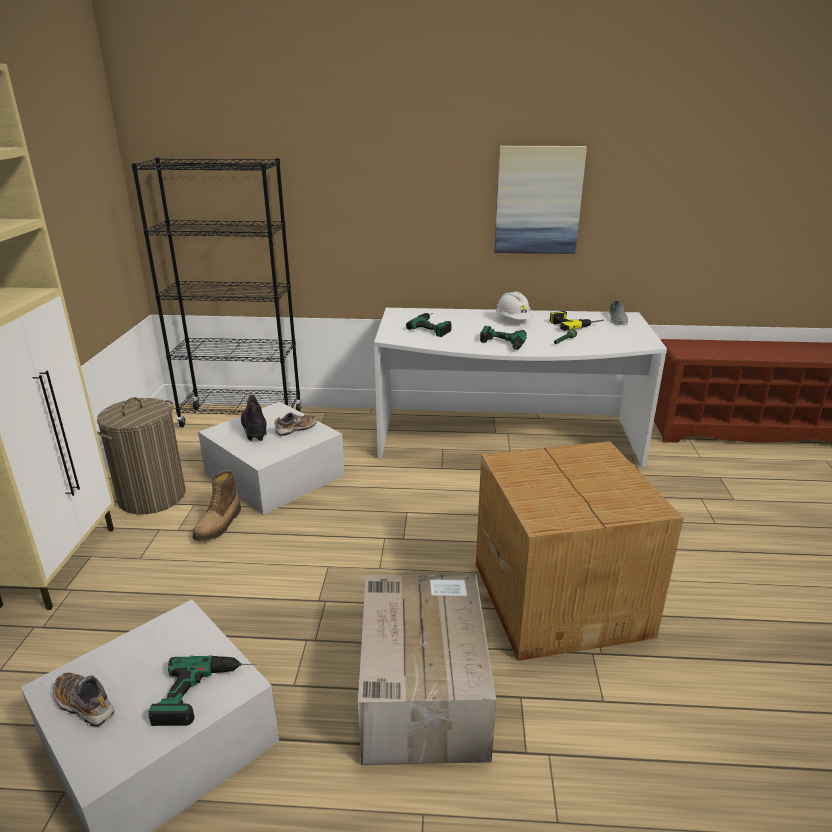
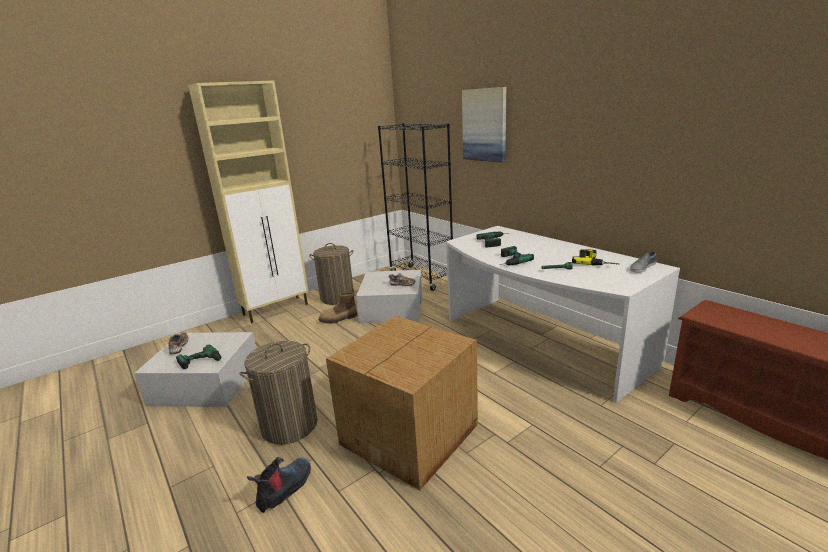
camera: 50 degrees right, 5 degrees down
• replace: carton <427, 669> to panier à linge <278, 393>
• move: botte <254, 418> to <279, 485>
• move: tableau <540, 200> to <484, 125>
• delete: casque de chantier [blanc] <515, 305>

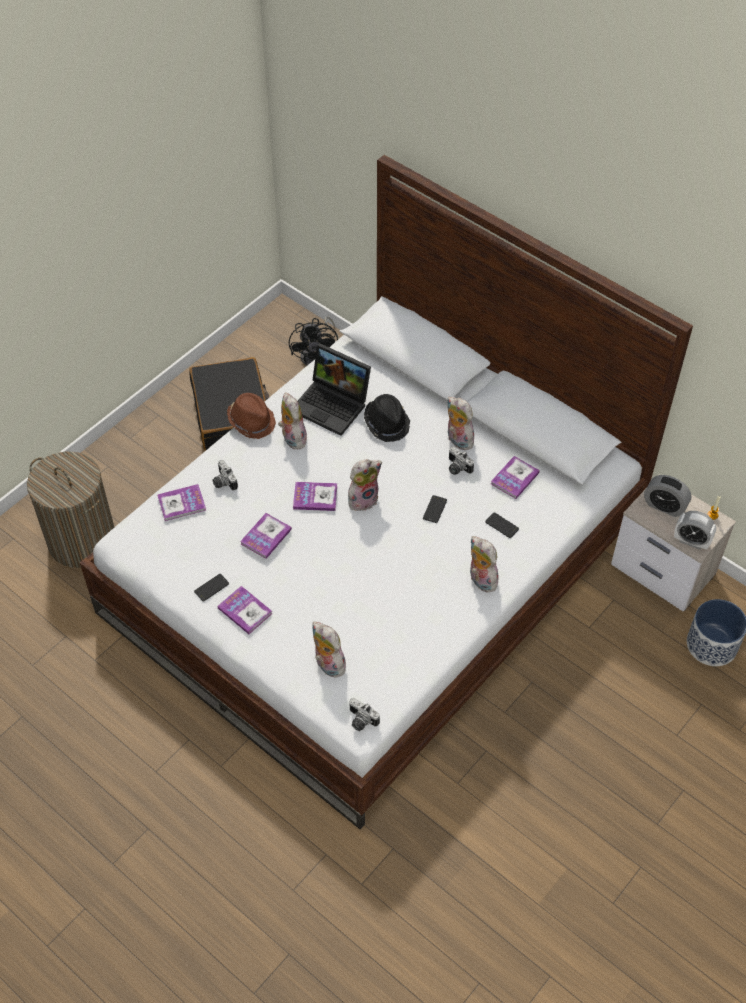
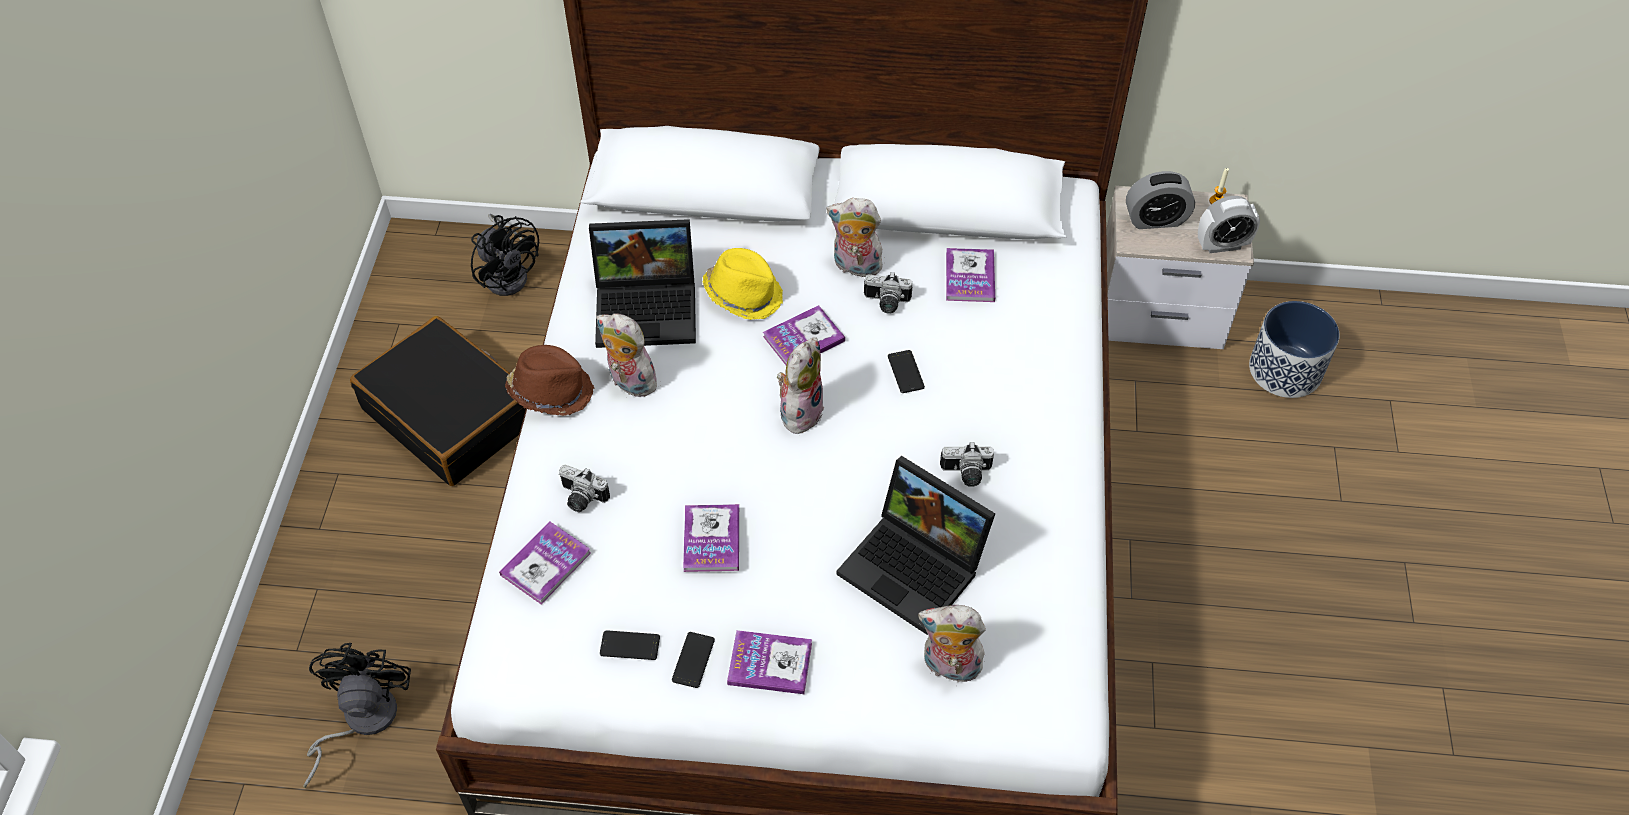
camera: 35 degrees left, 0 degrees up
• replace: panier à linge <70, 509> to ventilateur [noir] <357, 715>
• move: téléphone <502, 525> to <630, 645>
• recolor: chapeau [noir] <387, 418> to chapeau [jaune] <742, 284>
• move: livre <315, 496> to <804, 335>
• insert: ordinateur portable <916, 545>
• move: appareil photo <364, 714> to <967, 464>
• delete: peluche <484, 564>

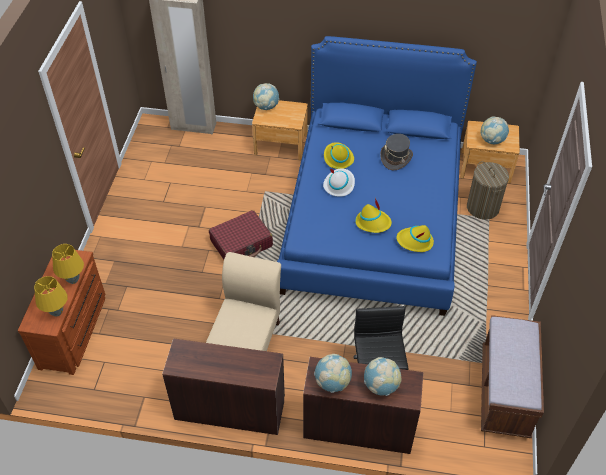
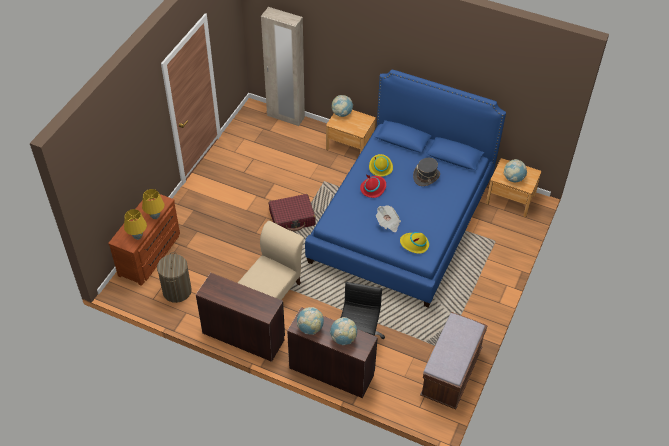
camera: 15 degrees right, 0 degrees up
• move: panier à linge <488, 190> to <174, 277>
• recolor: chapeau [blanc] <339, 183> to chapeau [rouge] <373, 186>
• replace: chapeau [jaune] <373, 215> to journal <388, 218>

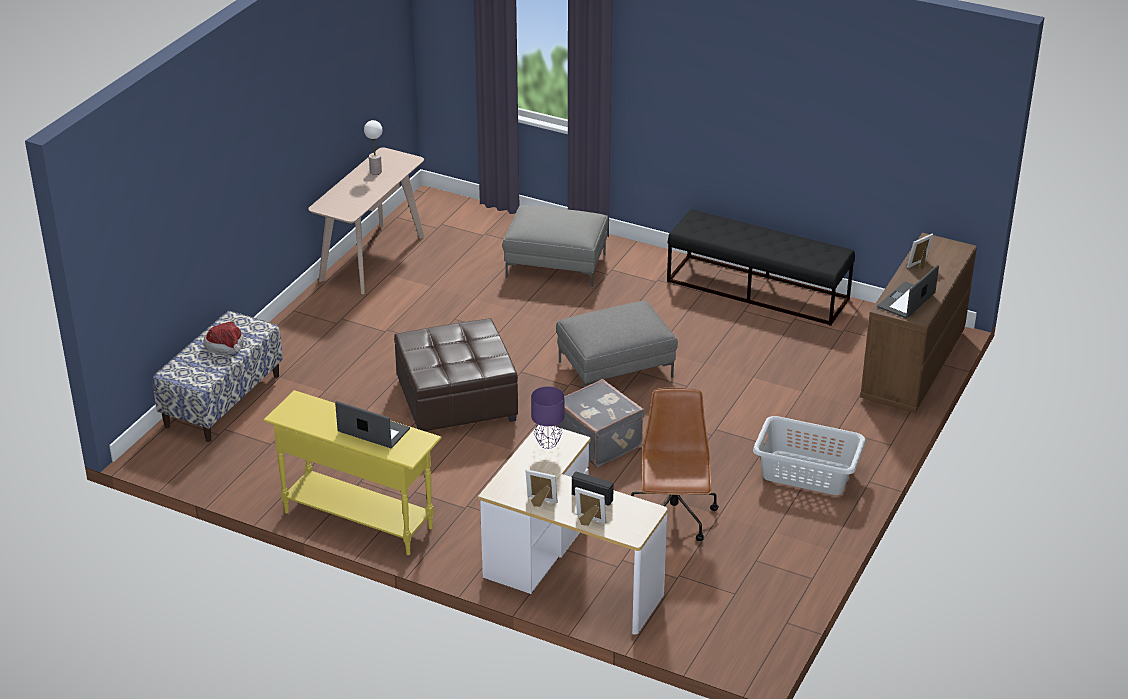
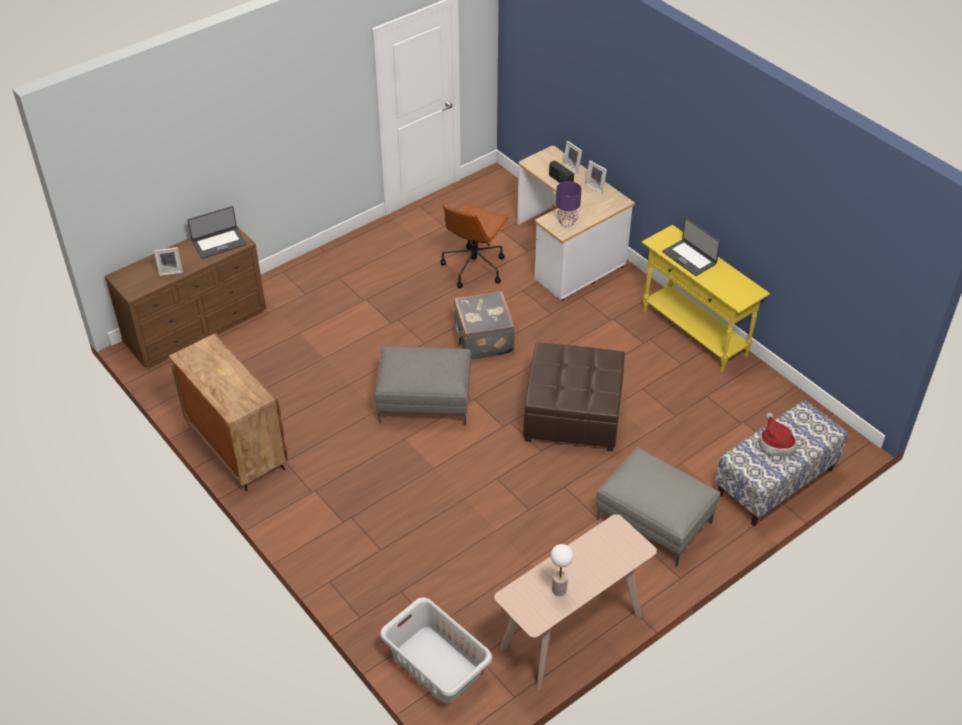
camera: 155 degrees left, 10 degrees up
• replace: banc [noir] <761, 267> to meuble de rangement [marron] <228, 412>
• move: panier à linge [gris] <809, 455> to <436, 650>
• move: pouf [gris] <555, 246> to <658, 507>

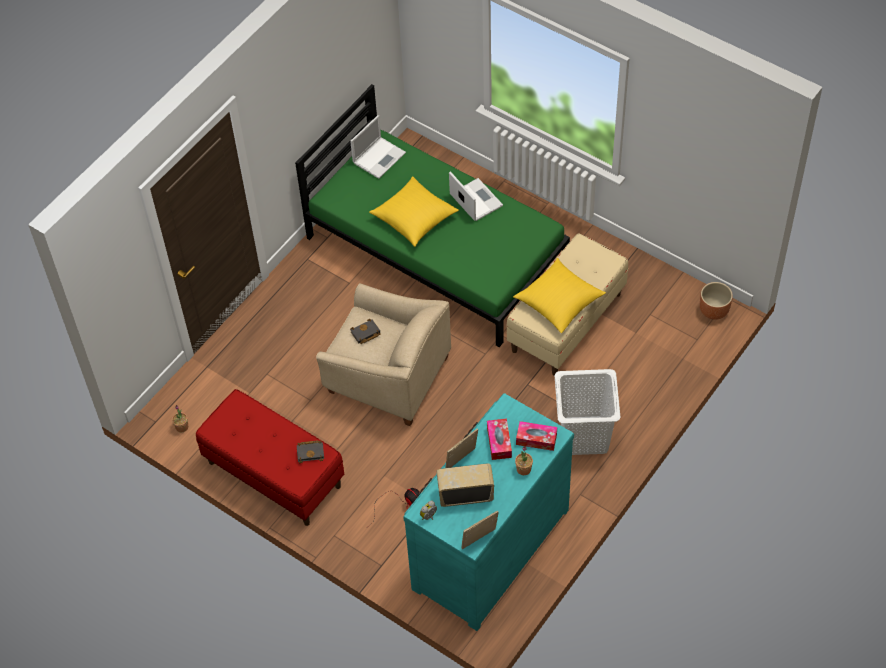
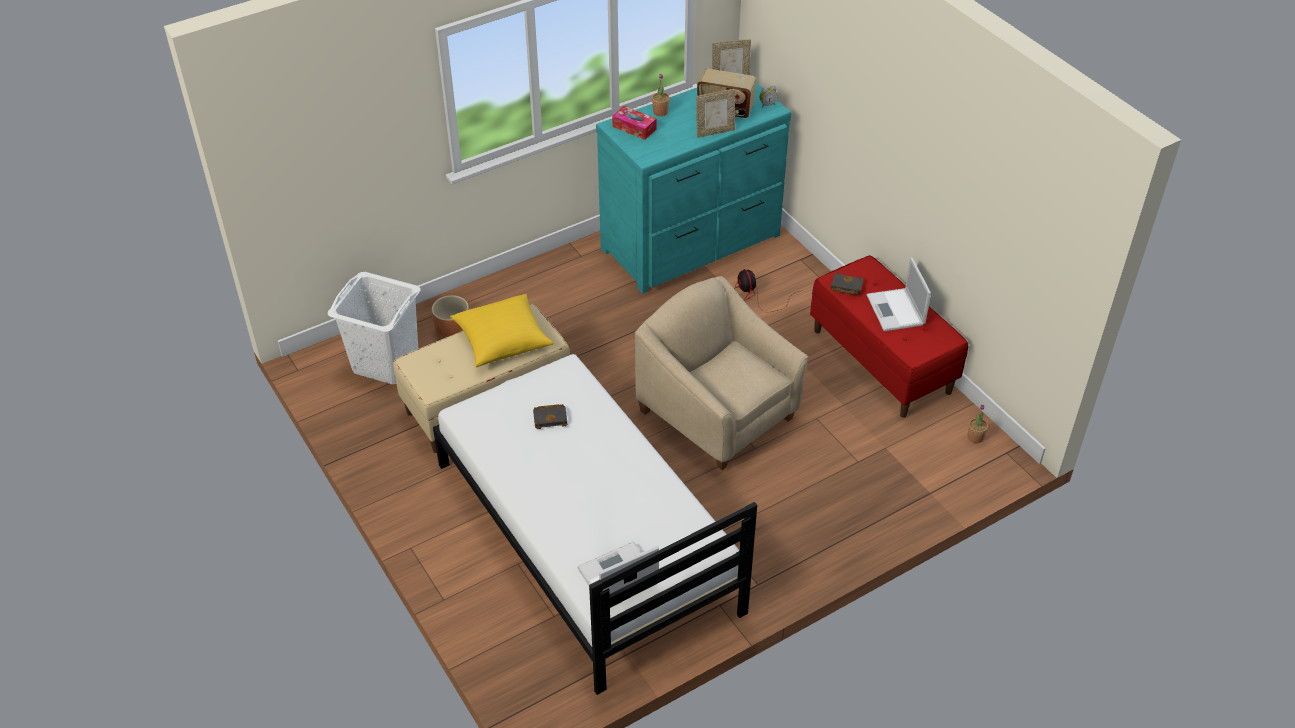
camera: 160 degrees left, 10 degrees down
• move: panier à linge [blanc] <587, 412> to <374, 328>
• move: cache-pot [marron] <716, 301> to <450, 316>
• recolor: lit [vert] <432, 215> to lit [blanc] <595, 524>
• move: livre [noir] <365, 331> to <550, 416>
• move: ordinateur portable <476, 196> to <898, 294>
• delete: coussin [jaune] <414, 211>
• delete: boîte à mouchoirs <499, 439>

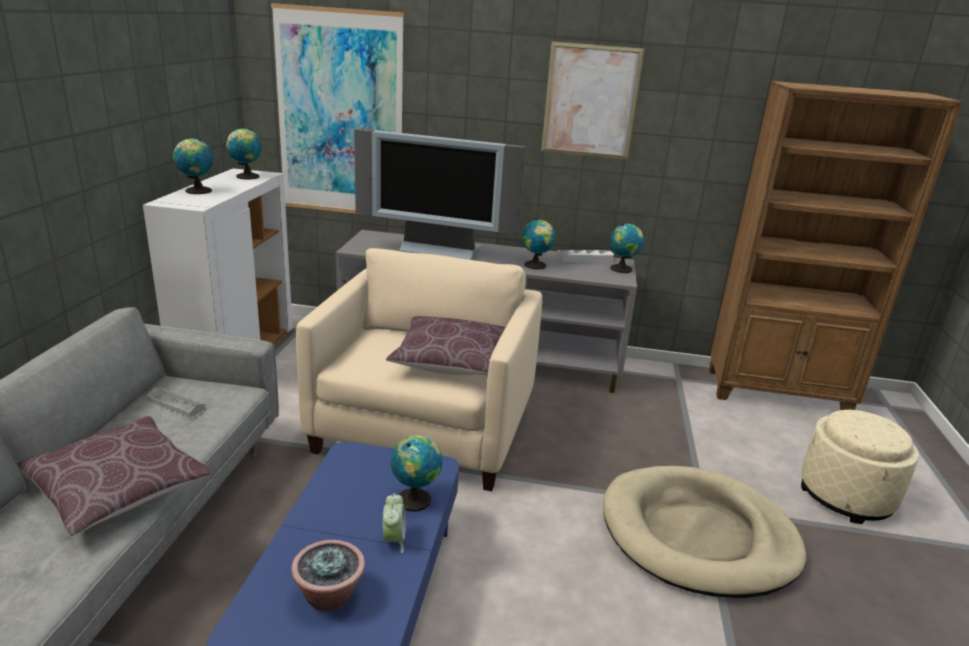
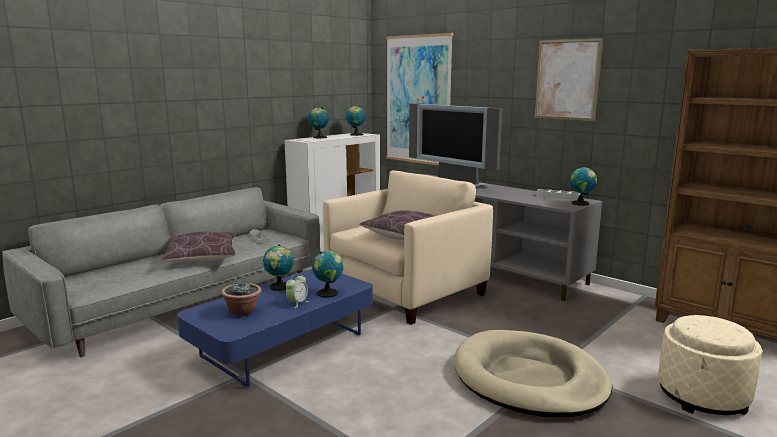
camera: 35 degrees right, 10 degrees down
• move: globe <538, 243> to <278, 267>

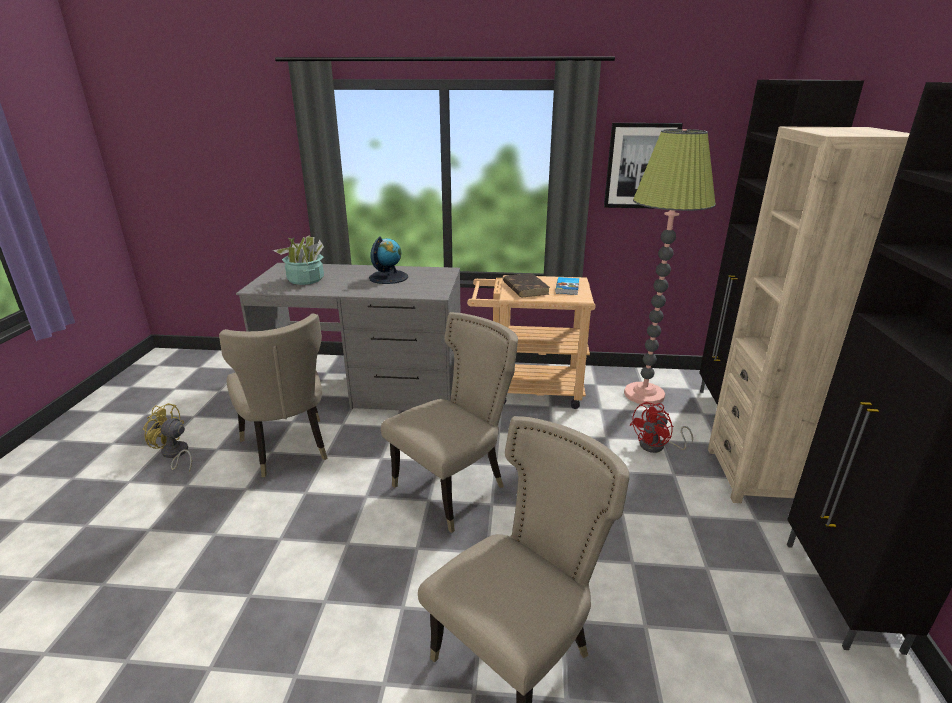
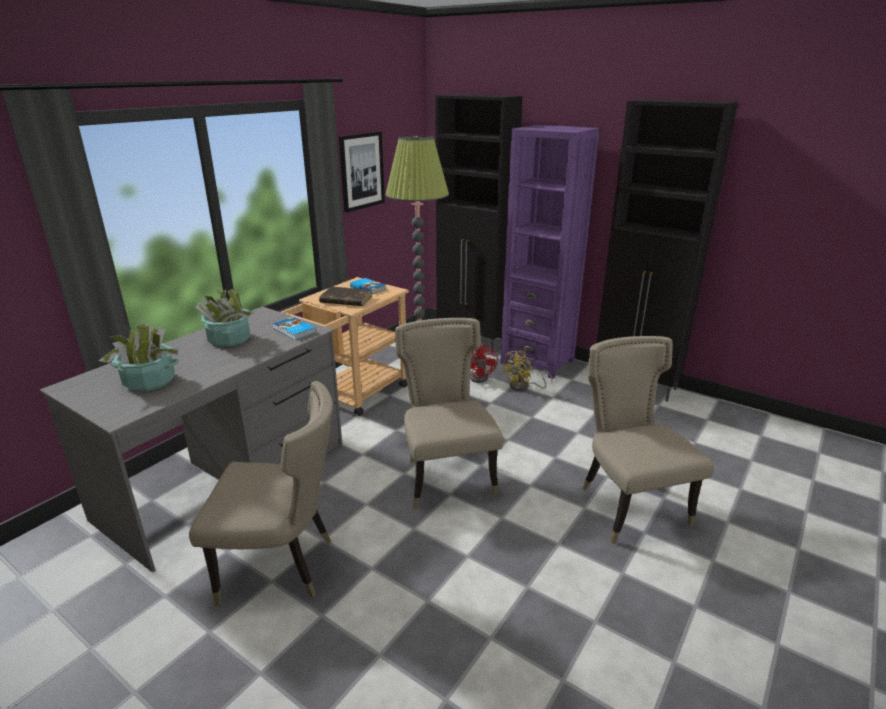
camera: 60 degrees left, 0 degrees up
• replace: globe <388, 260> to plante en pot <224, 318>
• insert: livre <294, 328>
• recolor: bibliothèque [beige] <809, 315> to bibliothèque [violet] <550, 252>
• move: ventilateur [jaune] <167, 437> to <527, 371>

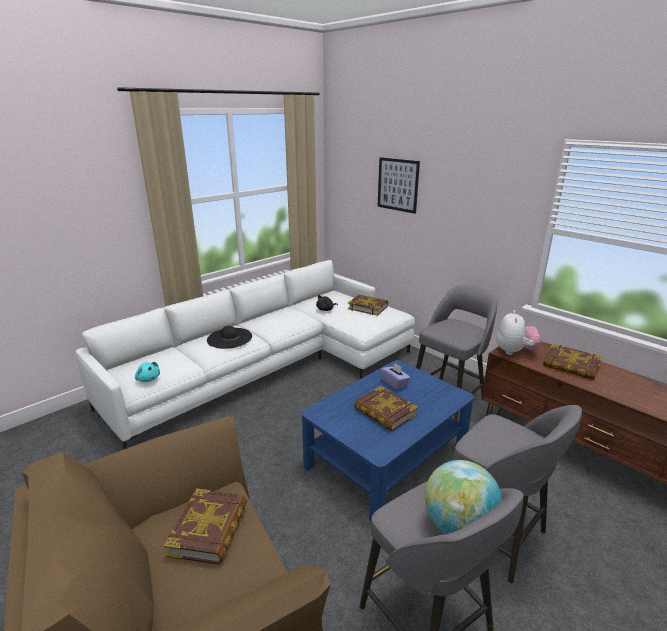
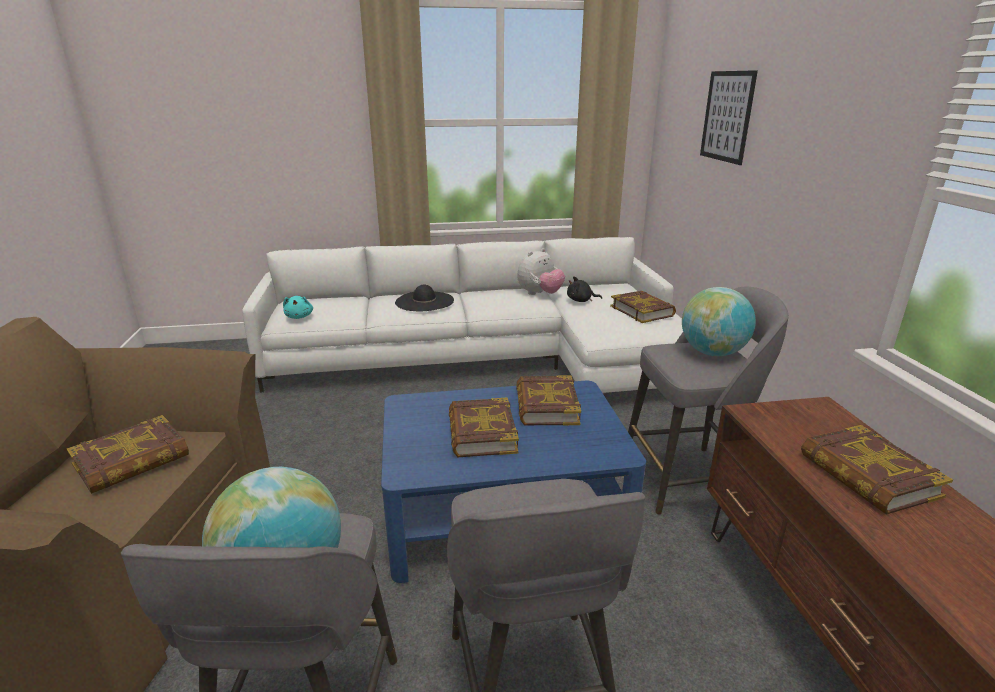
camera: 35 degrees right, 0 degrees up
• replace: boîte à mouchoirs [violet] <395, 376> to livre <548, 400>
• move: peluche <518, 332> to <541, 271>
• insert: globe <719, 321>

